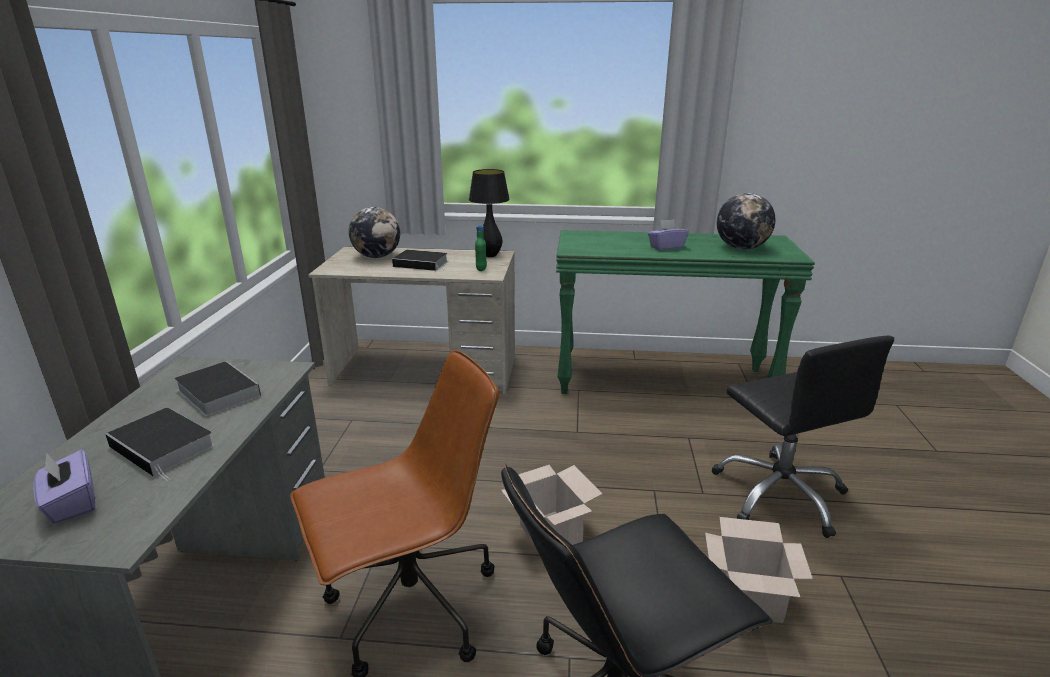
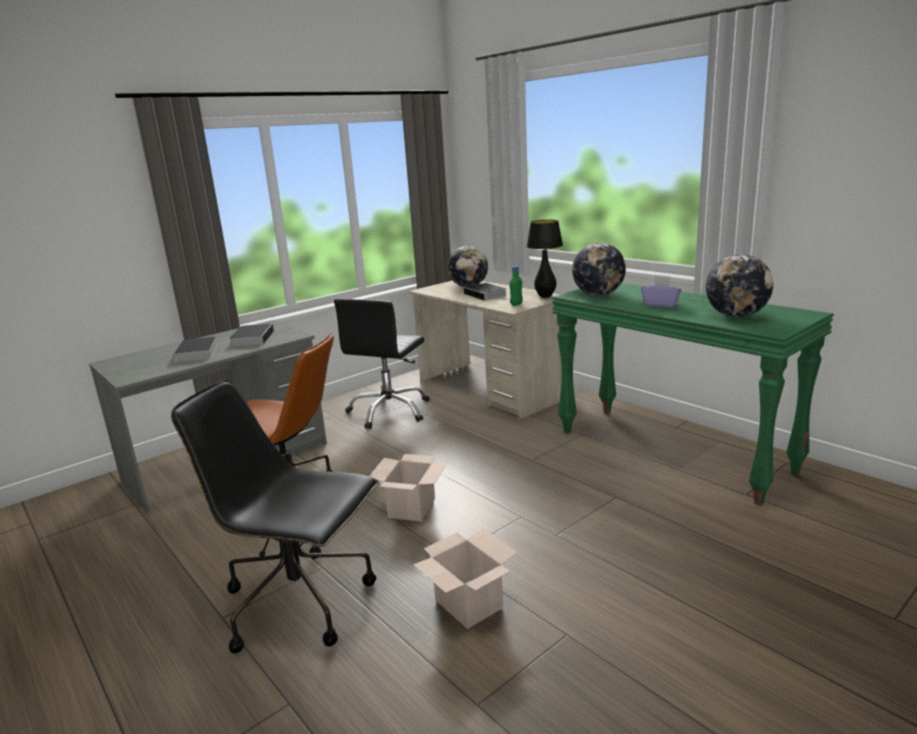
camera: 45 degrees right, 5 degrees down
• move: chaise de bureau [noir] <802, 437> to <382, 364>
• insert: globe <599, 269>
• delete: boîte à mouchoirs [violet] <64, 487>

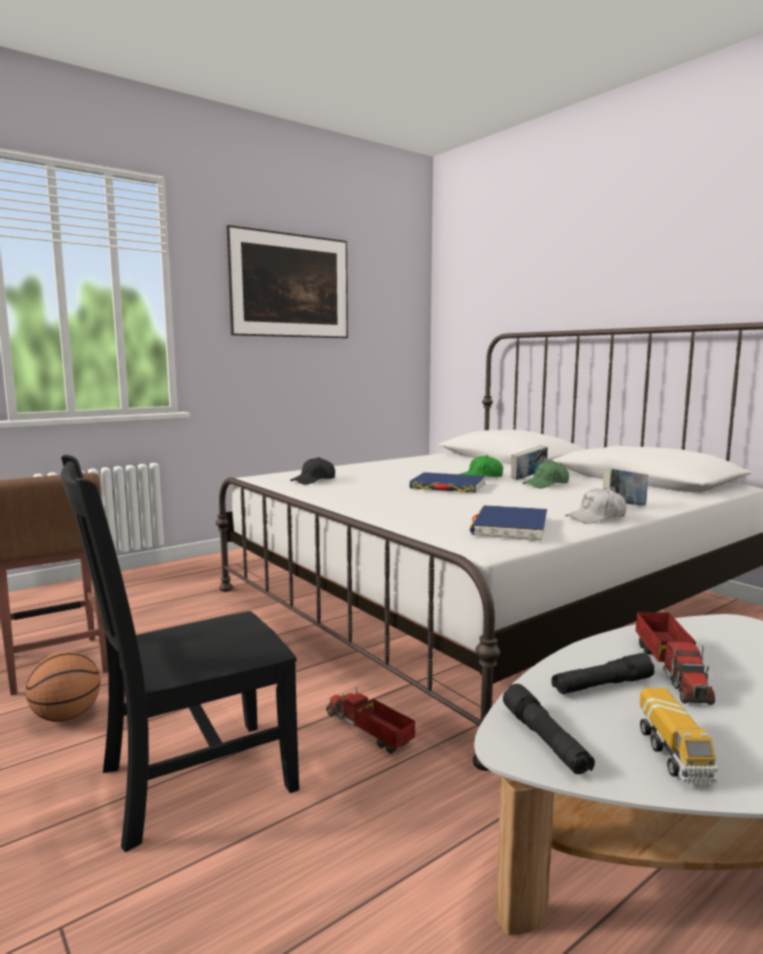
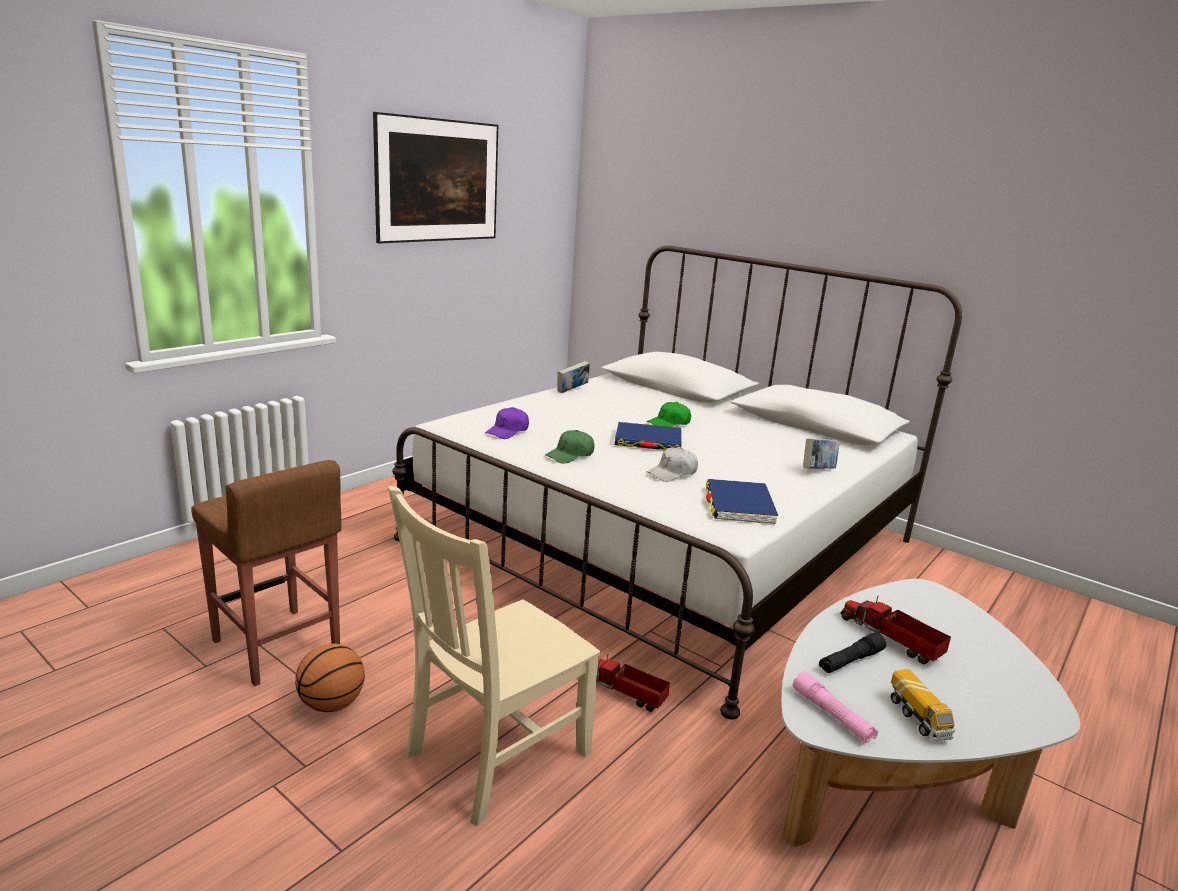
camera: 15 degrees left, 10 degrees up
• recolor: chaise [noir] <180, 653> to chaise [beige] <494, 656>
• recolor: casquette [noir] <312, 471> to casquette [violet] <507, 423>
• move: casquette [vert] <545, 474> to <569, 447>
• move: livre <529, 462> to <573, 377>
• move: casquette [blanc] <596, 506> to <672, 464>
• recolor: lampe de poche [noir] <549, 729> to lampe de poche [rose] <835, 707>
• rotate: camion jouet <675, 658> = <895, 630> 150 degrees clockwise

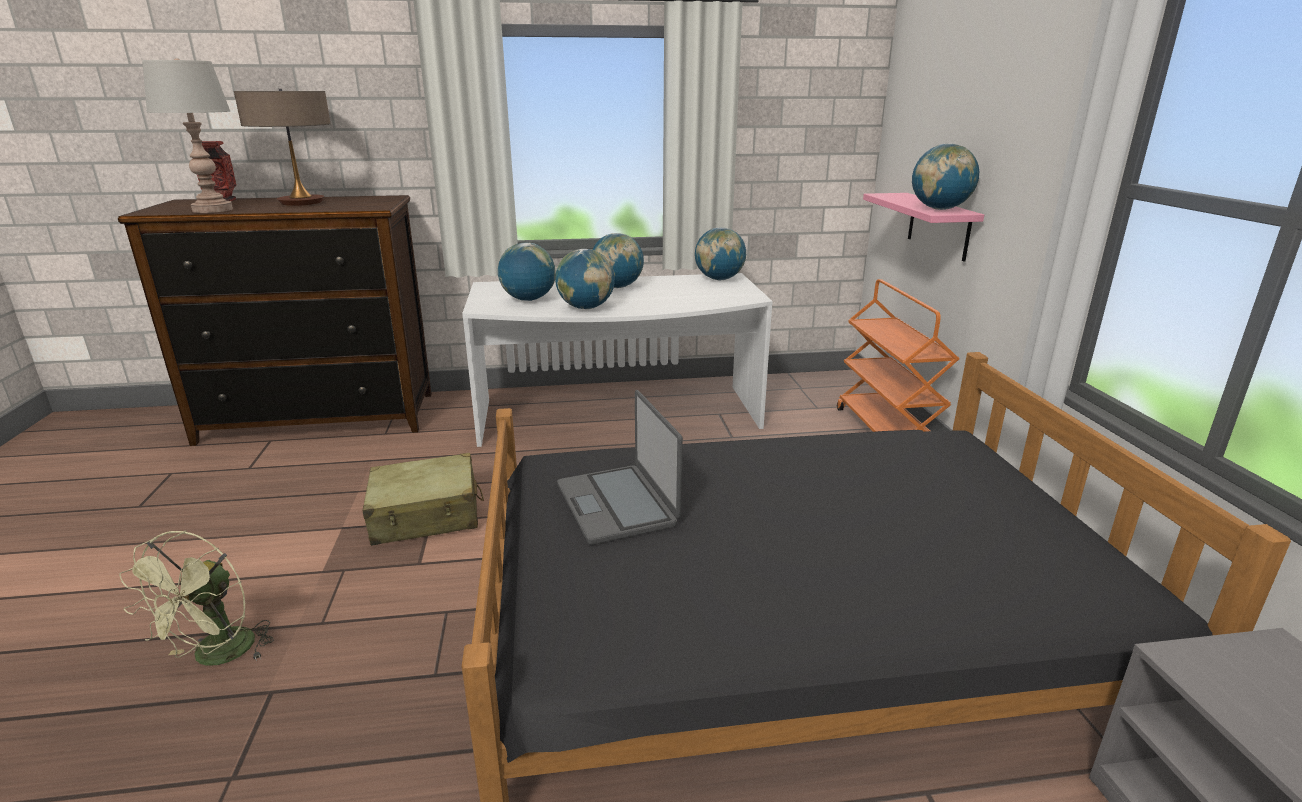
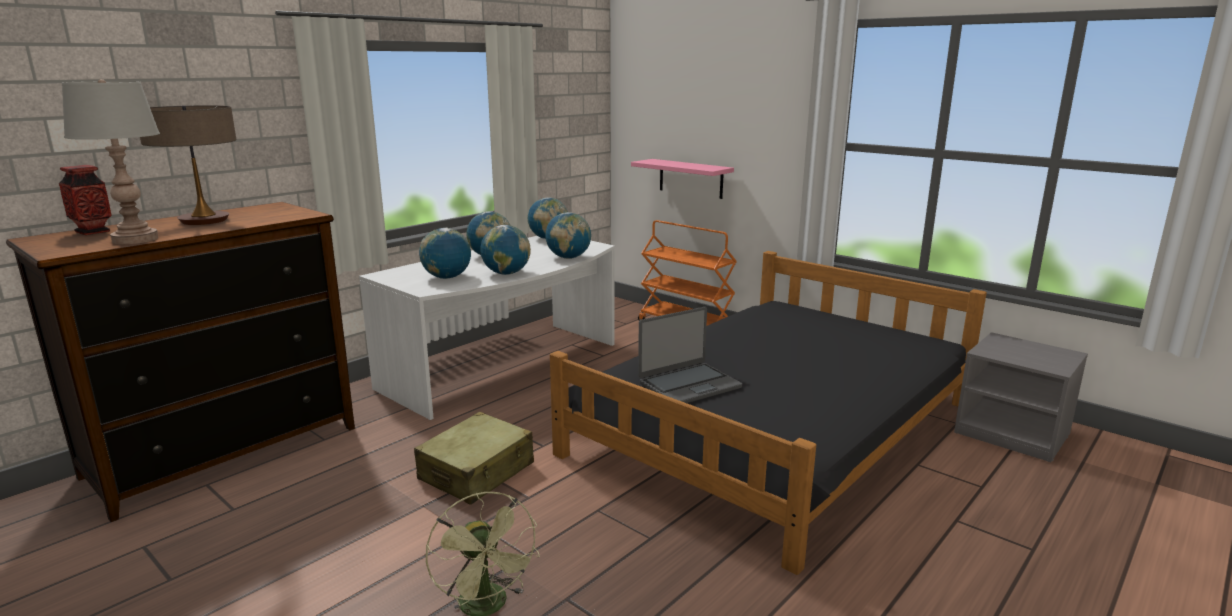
camera: 40 degrees left, 5 degrees down
• move: globe <945, 177> to <568, 235>
• rotate: ordinateur portable <620, 467> = <690, 355> 60 degrees counterclockwise

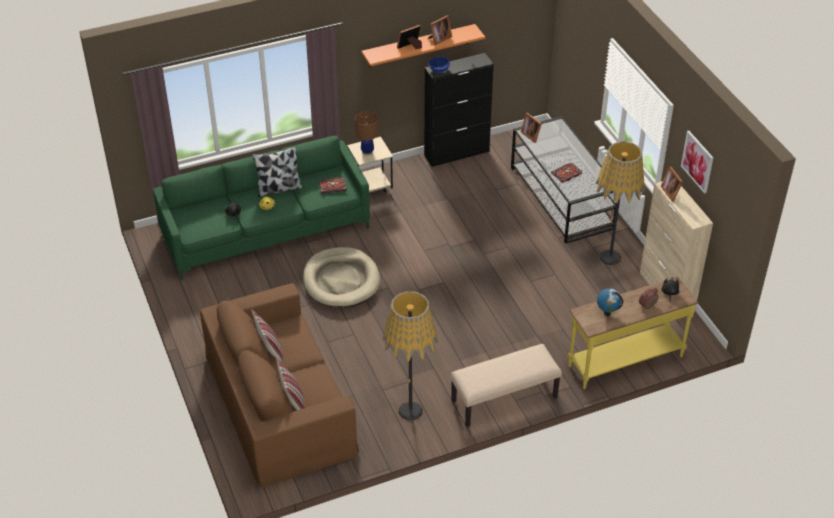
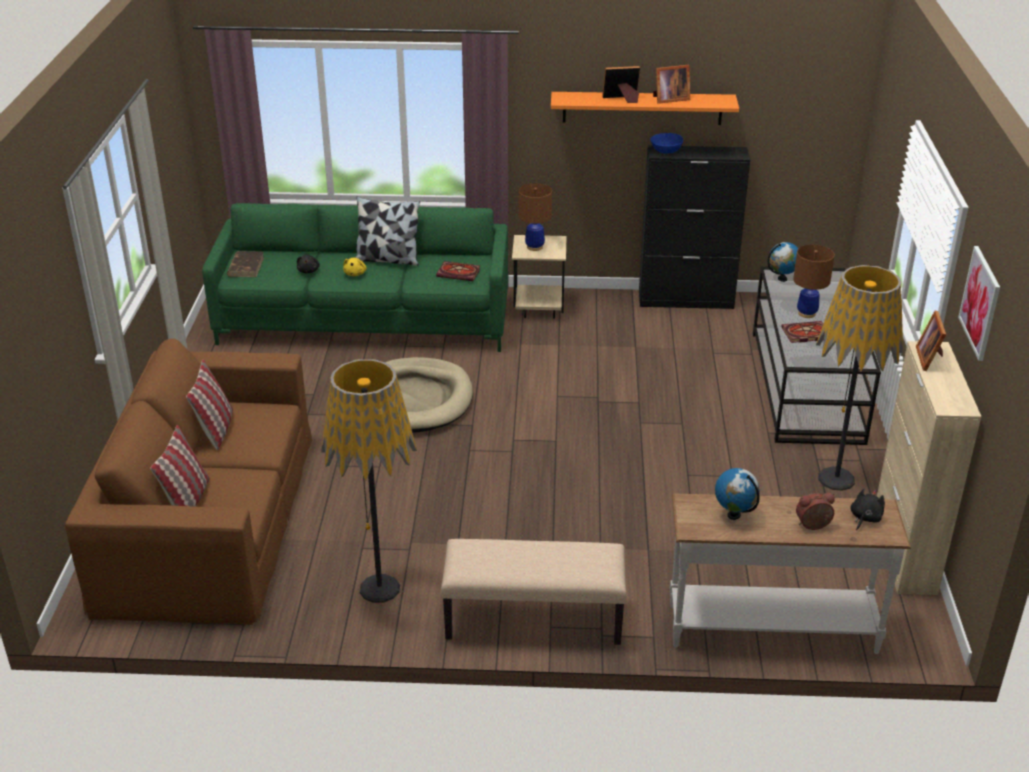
camera: 25 degrees right, 10 degrees down
• insert: livre [marron] <245, 264>
• recolor: table console [jaune] <633, 333> to table console [blanc] <790, 574>
• replace: cadre photo <531, 128> to globe <783, 262>
• insert: lampe de table [marron] <814, 281>

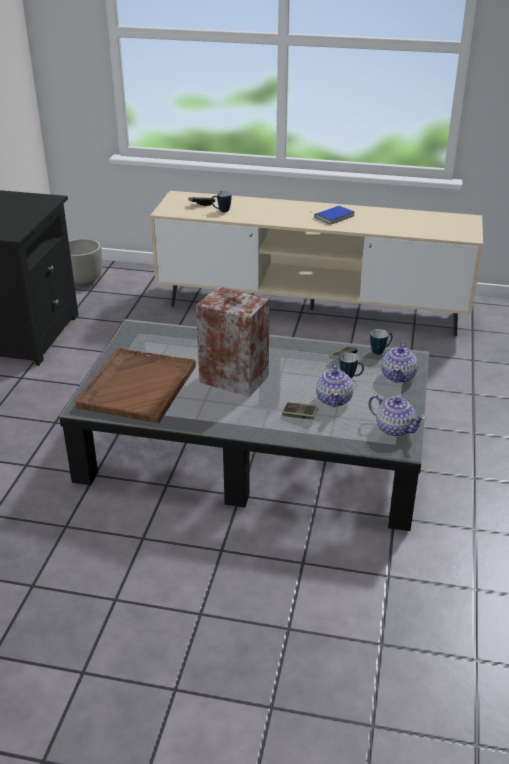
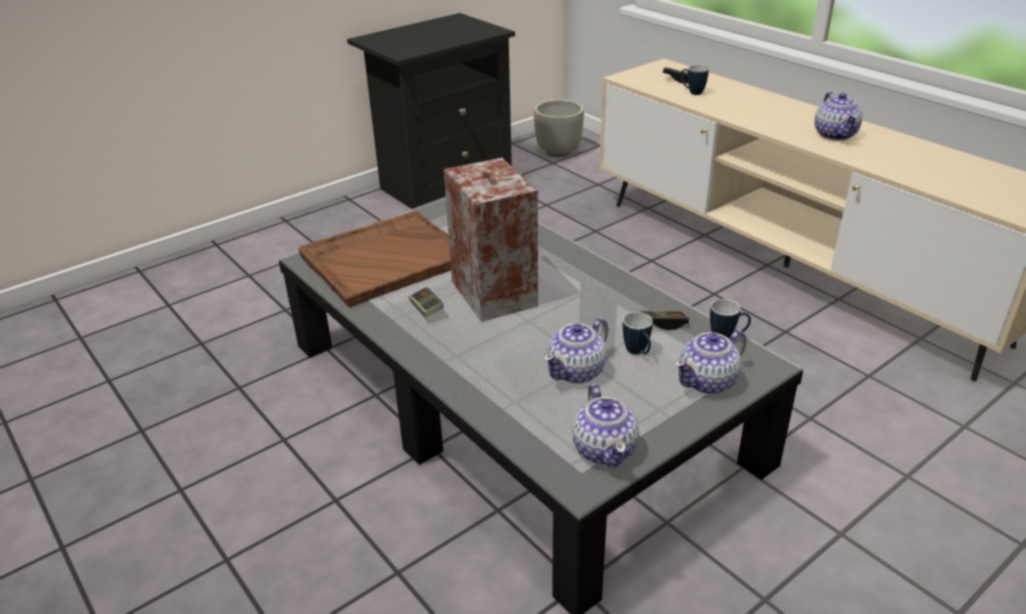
camera: 40 degrees right, 0 degrees up
• move: manette <300, 411> to <426, 302>
• replace: livre [bleu] <333, 215> to théière <838, 116>

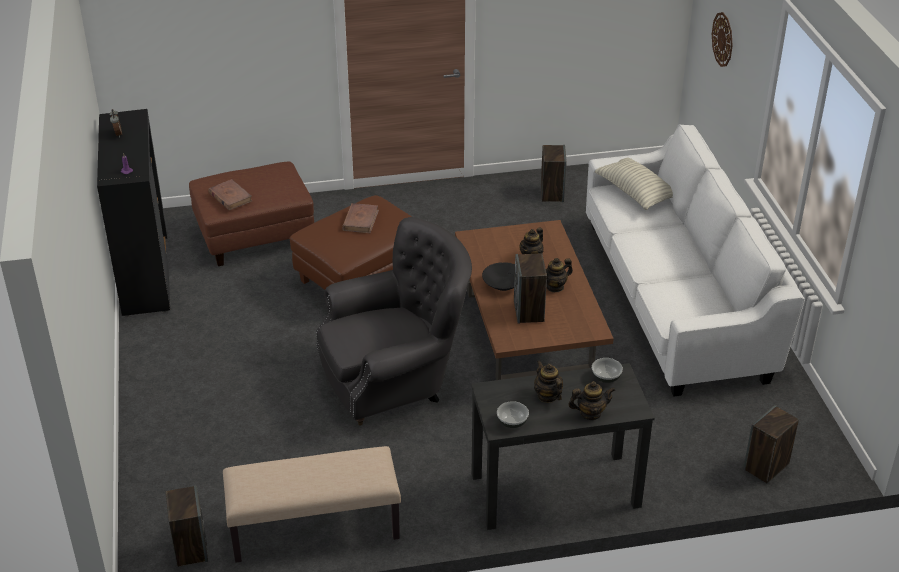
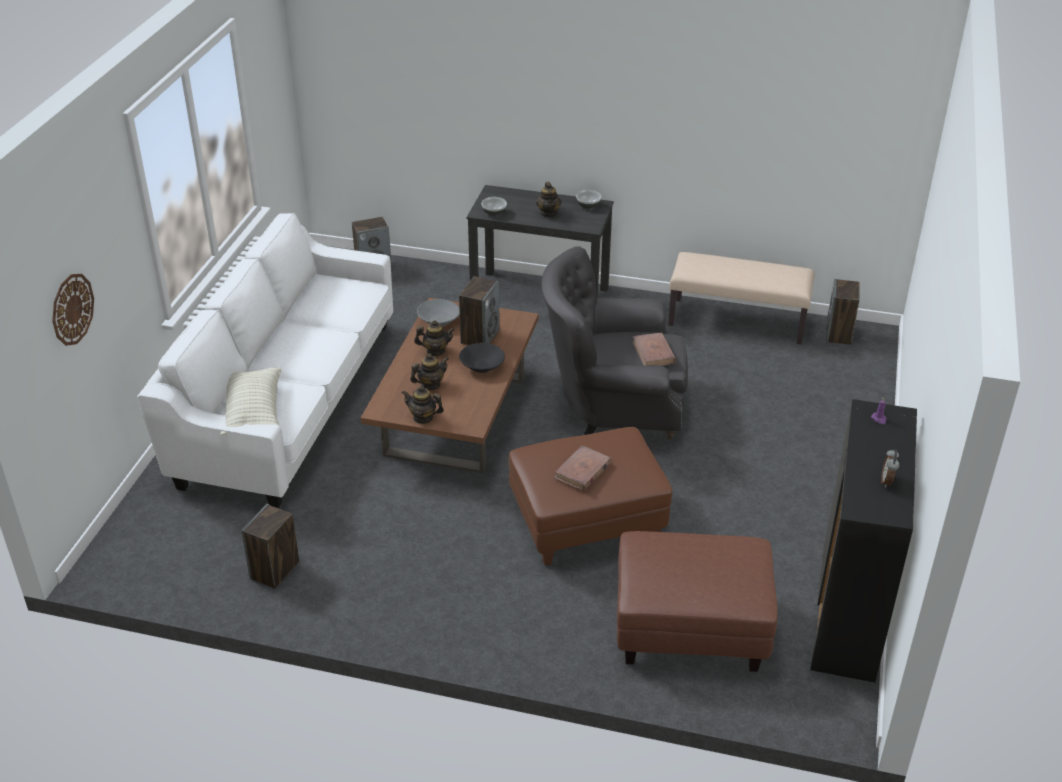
camera: 155 degrees left, 0 degrees up
• move: théière <591, 400> to <423, 405>
• insert: bol [gris] <438, 312>
• move: livre [marron] <230, 195> to <654, 349>

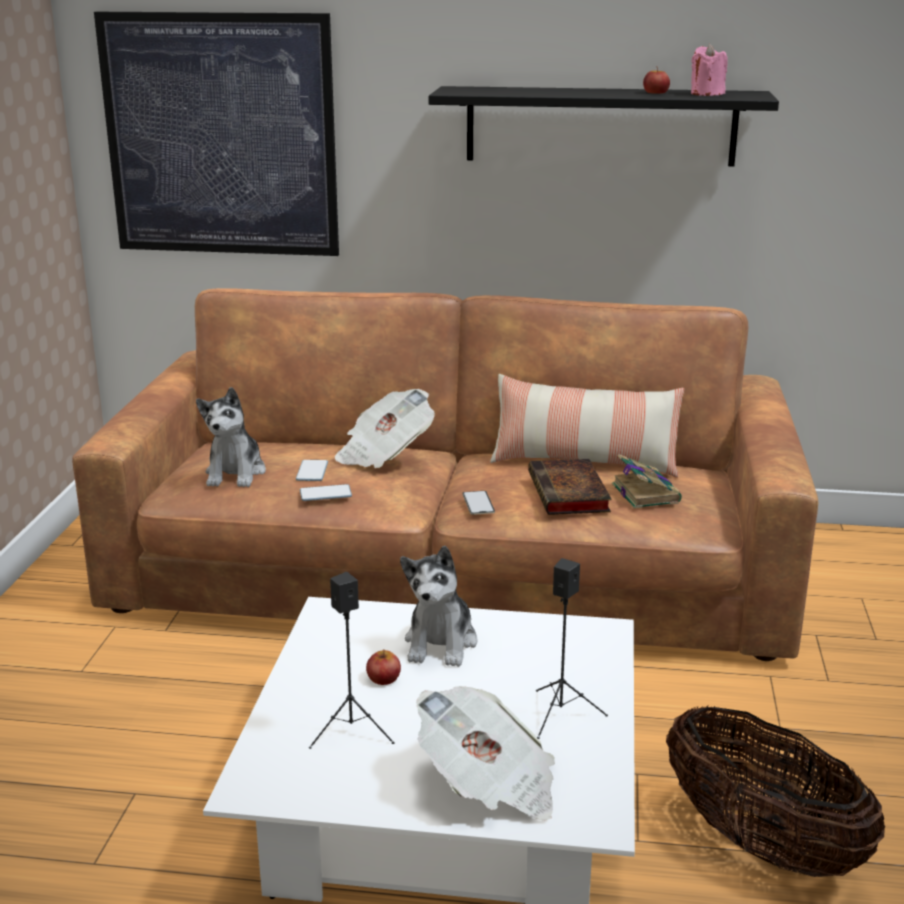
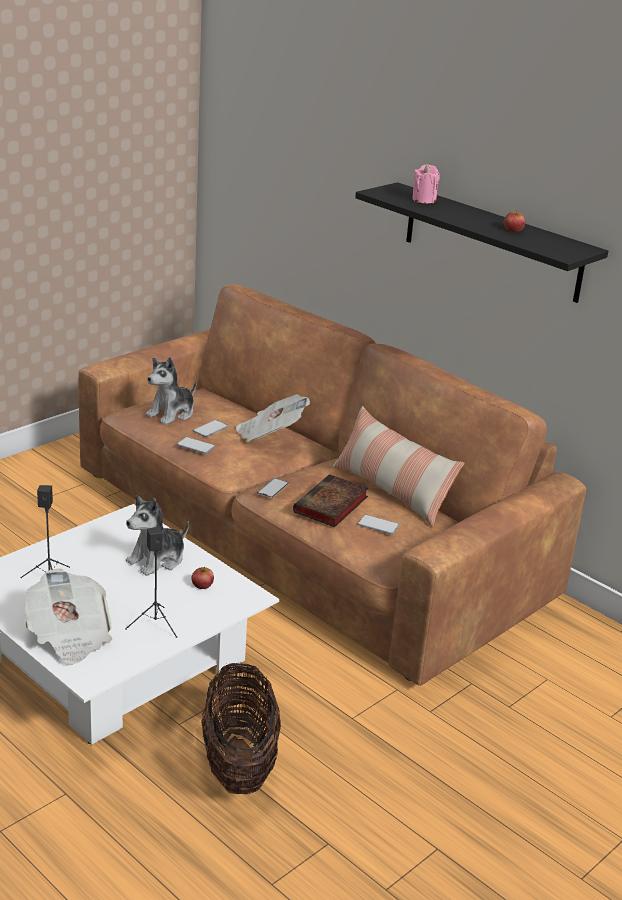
camera: 35 degrees right, 5 degrees up
• move: pomme <383, 667> to <202, 578>
• replace: livre <647, 481> to téléphone <378, 524>
• move: bougie [rose] <709, 70> to <426, 183>
• delete: tableau <216, 134>

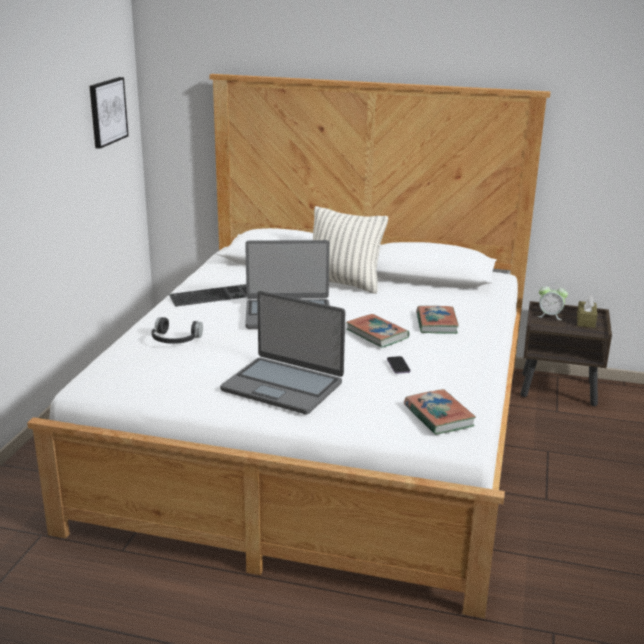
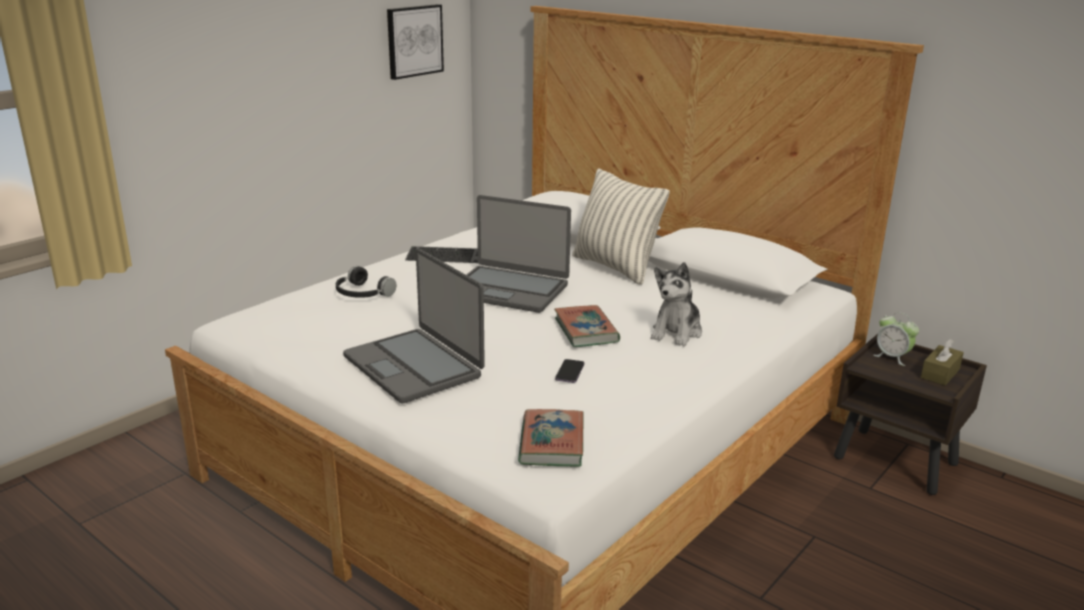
camera: 25 degrees right, 0 degrees up
• replace: livre <437, 320> to peluche <676, 304>

